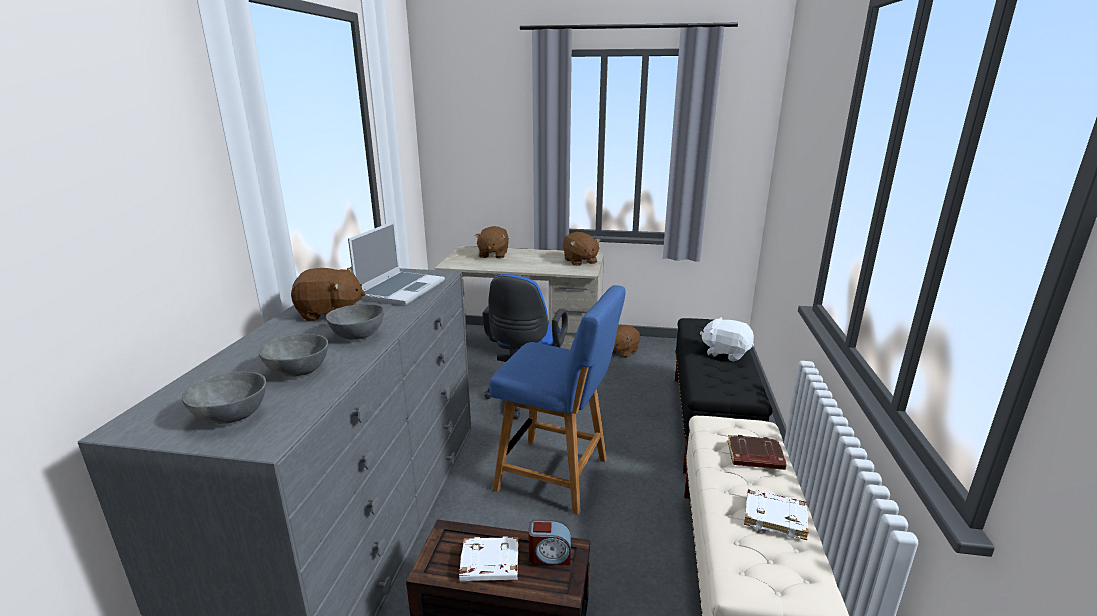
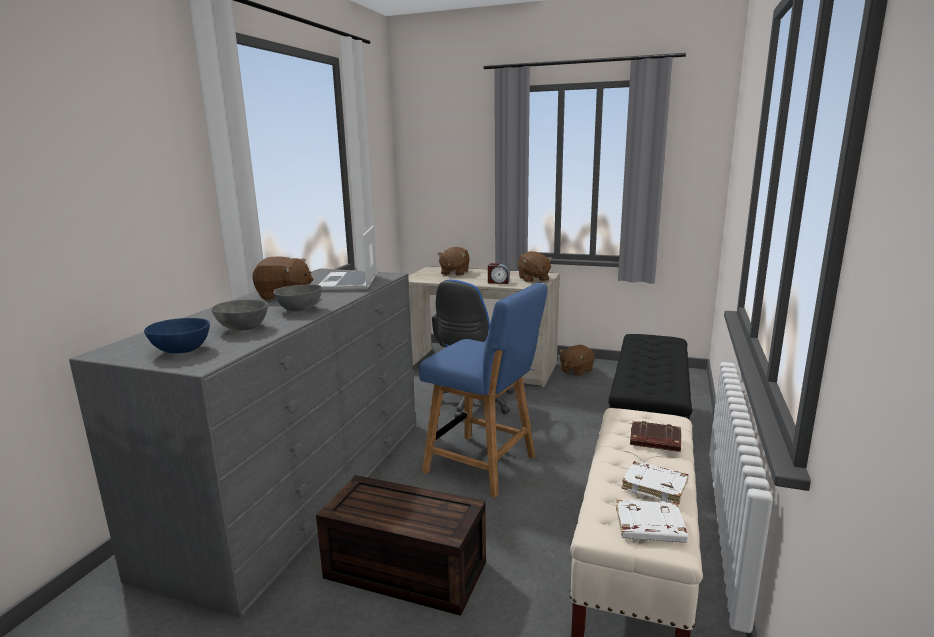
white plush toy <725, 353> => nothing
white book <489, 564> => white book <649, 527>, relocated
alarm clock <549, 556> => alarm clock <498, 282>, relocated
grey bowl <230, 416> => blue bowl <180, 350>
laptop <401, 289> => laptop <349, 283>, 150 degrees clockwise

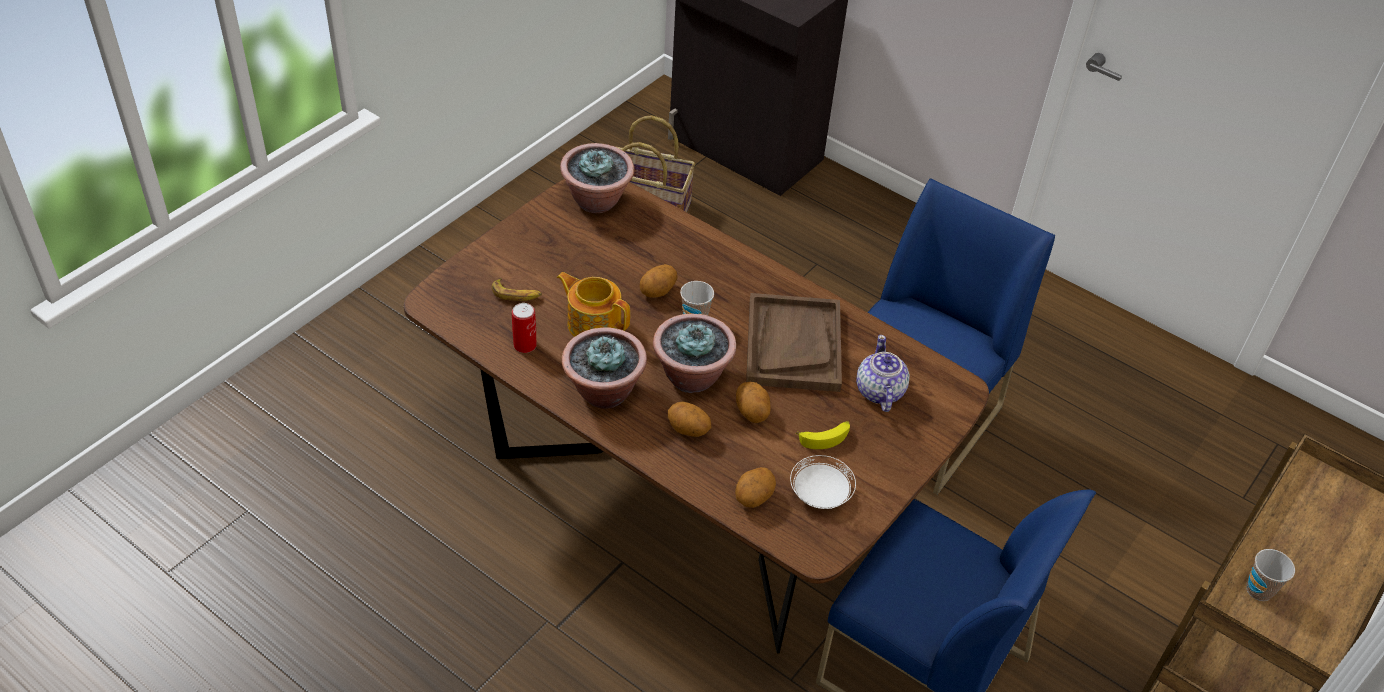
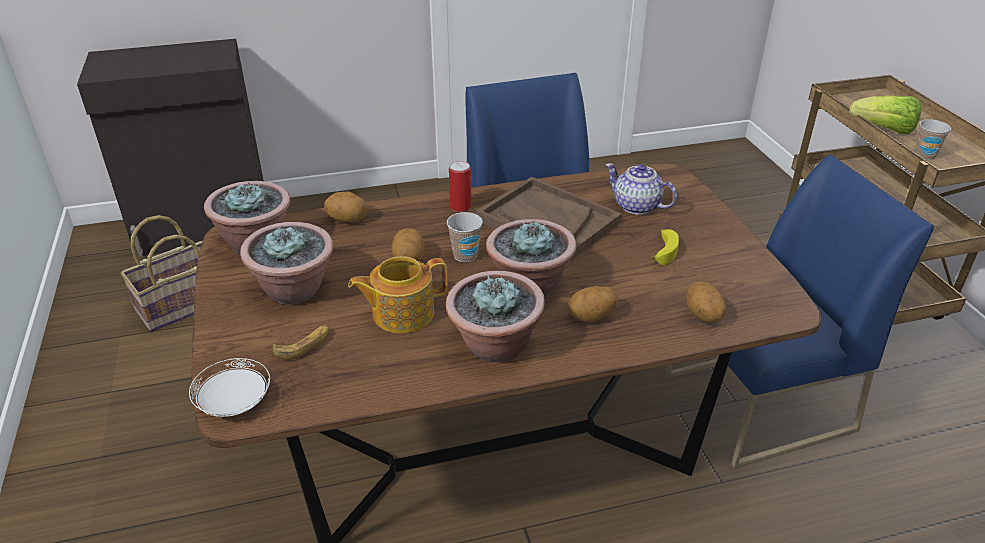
nothing => potted plant <295, 290>
nothing => lettuce <883, 130>
can <525, 345> => can <460, 206>, relocated
potato <752, 412> => potato <348, 219>, relocated
white plate <820, 494> => white plate <234, 403>, relocated

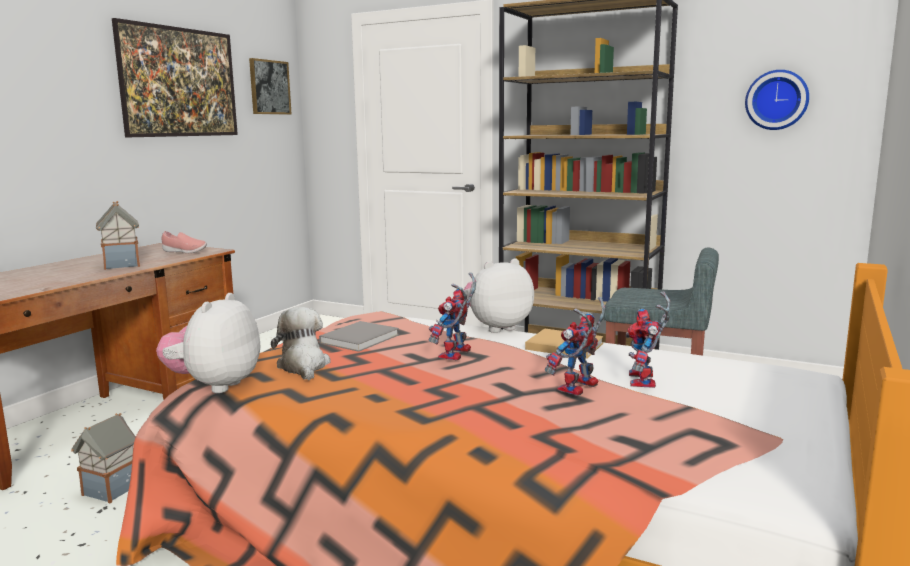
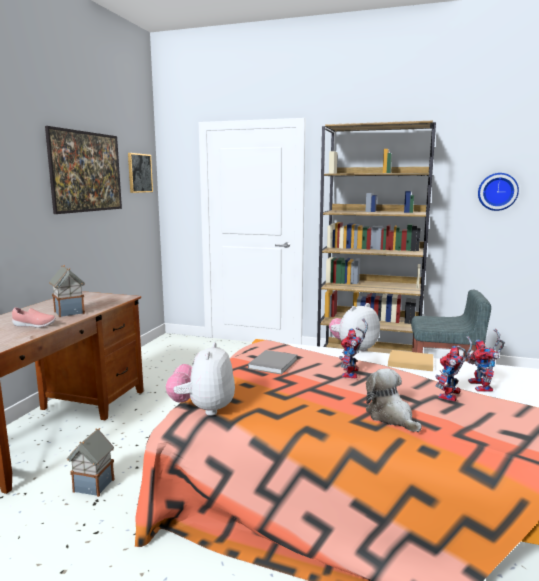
pink shoe <184, 252> => pink shoe <34, 325>, relocated
plush toy <303, 366> => plush toy <391, 417>, relocated

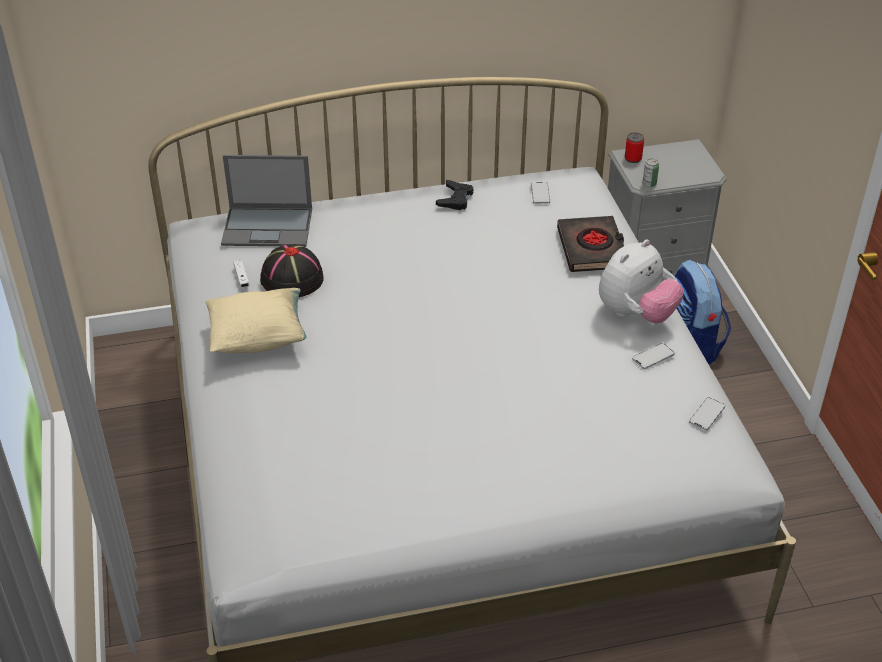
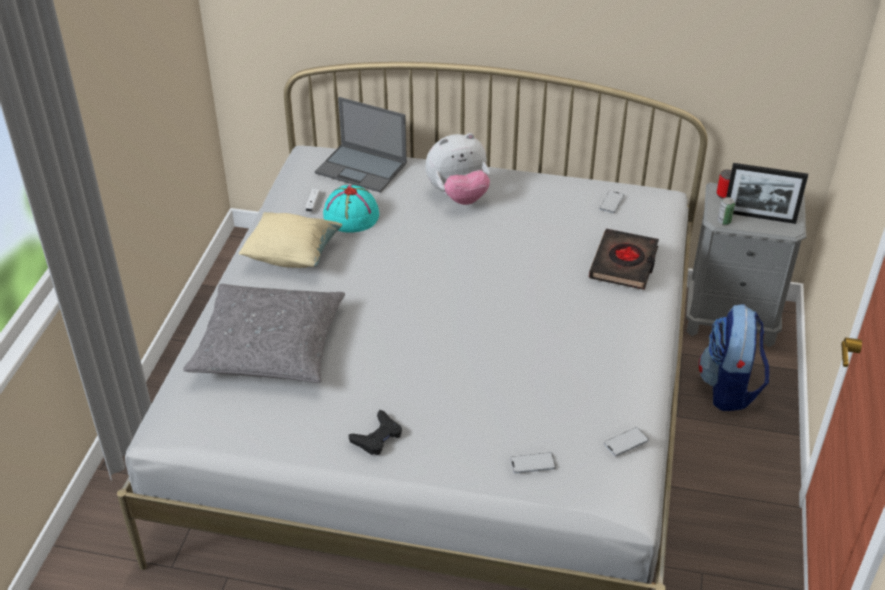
nothing => grey pillow <269, 346>
nothing => picture frame <759, 217>
black game controller <455, 199> => black game controller <377, 437>, relocated
plush toy <636, 314> => plush toy <459, 196>, relocated
phone <653, 357> => phone <532, 463>, relocated
black hat <291, 279> => turquoise hat <350, 215>

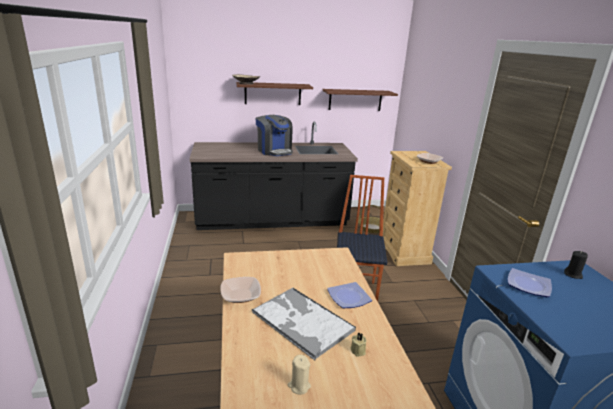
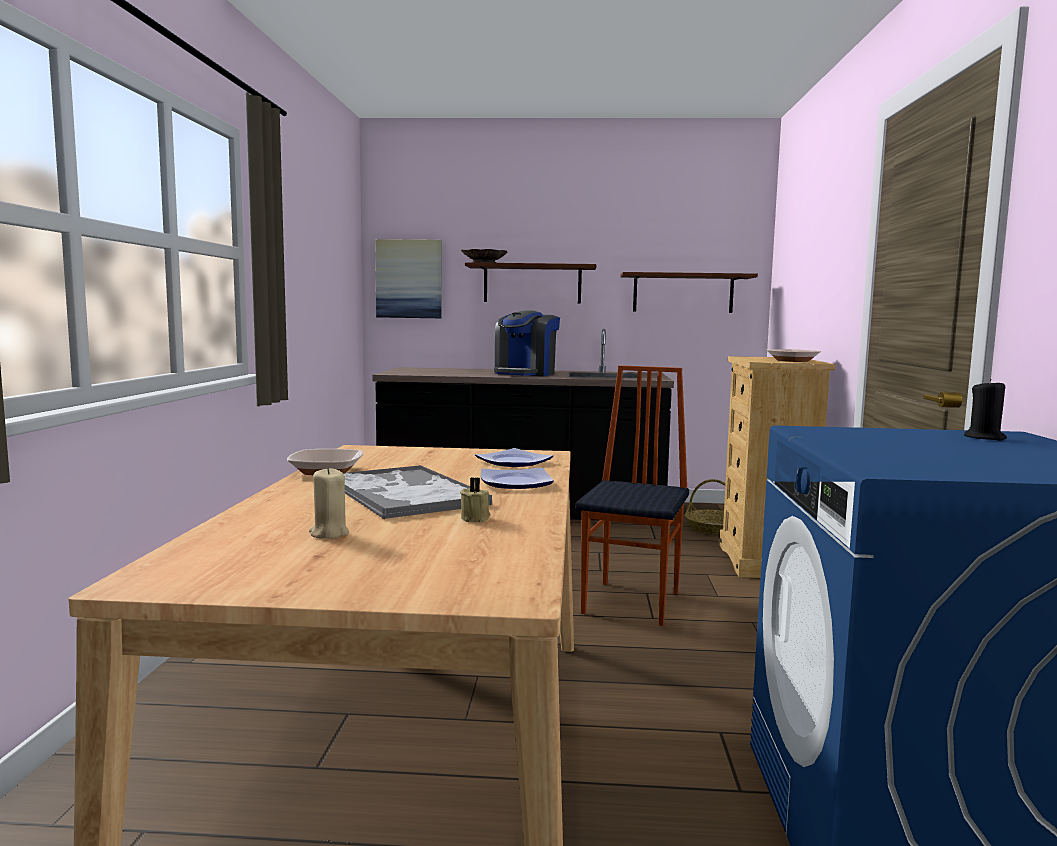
nothing => picture <409, 279>
plate <529, 286> => plate <514, 463>, relocated
coffee machine <274, 151> => coffee machine <525, 374>, 45 degrees clockwise

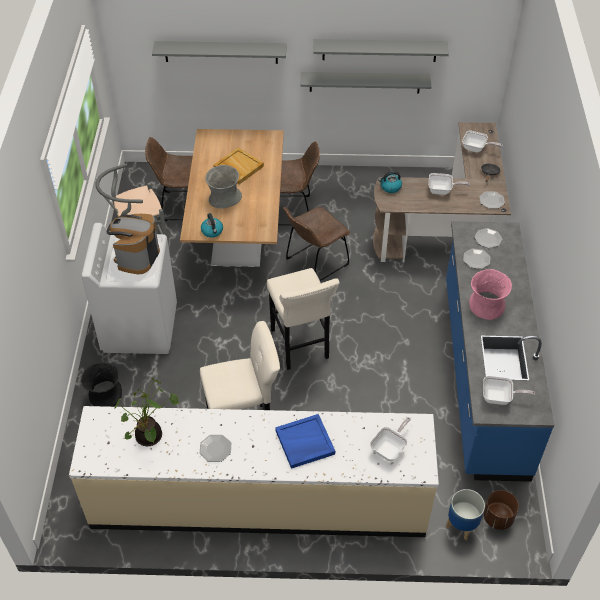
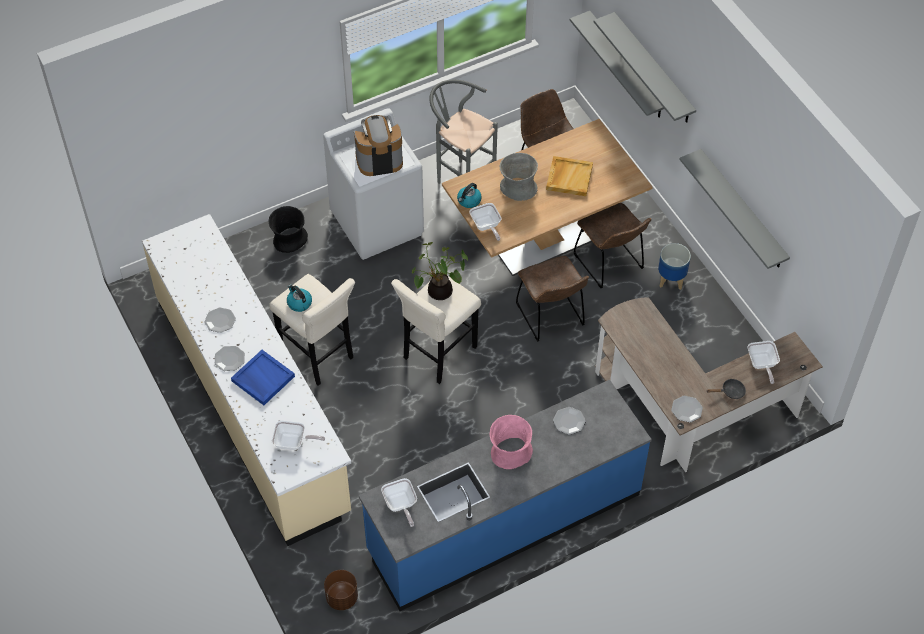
potted plant <150, 438> => potted plant <439, 293>, relocated
grey shelf <379, 50> => grey shelf <627, 66>, relocated
kettle <390, 187> => kettle <299, 303>, relocated
frying pan <442, 190> => frying pan <486, 226>, relocated
planter <462, 525> => planter <671, 280>, relocated
plate <488, 239> => plate <229, 359>, relocated
brown chair <314, 263> => brown chair <551, 317>, 135 degrees counterclockwise

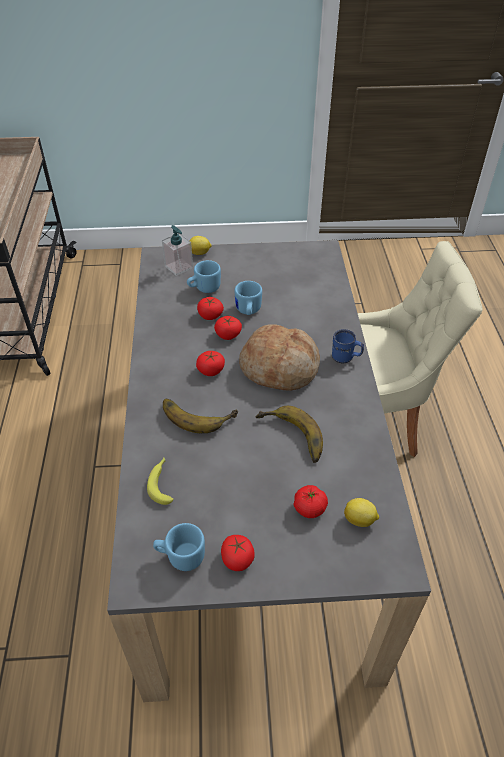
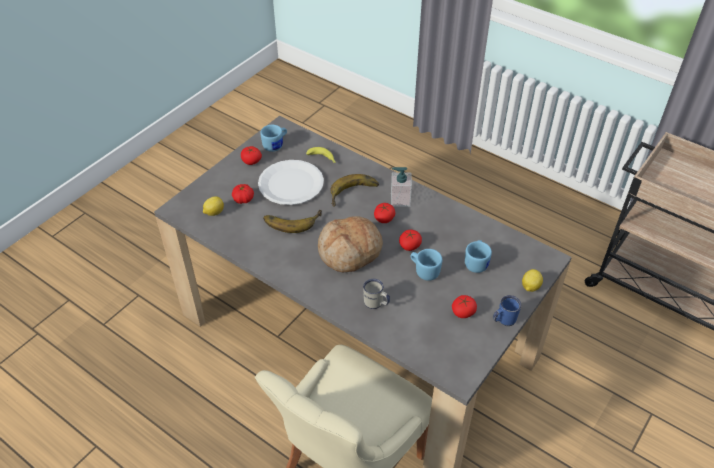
nothing => white plate <291, 184>
nothing => white mug <376, 304>
soap dispenser <179, 267> => soap dispenser <400, 200>, relocated
tomato <210, 315> => tomato <463, 312>, relocated
blue mug <346, 358> => blue mug <503, 320>, relocated

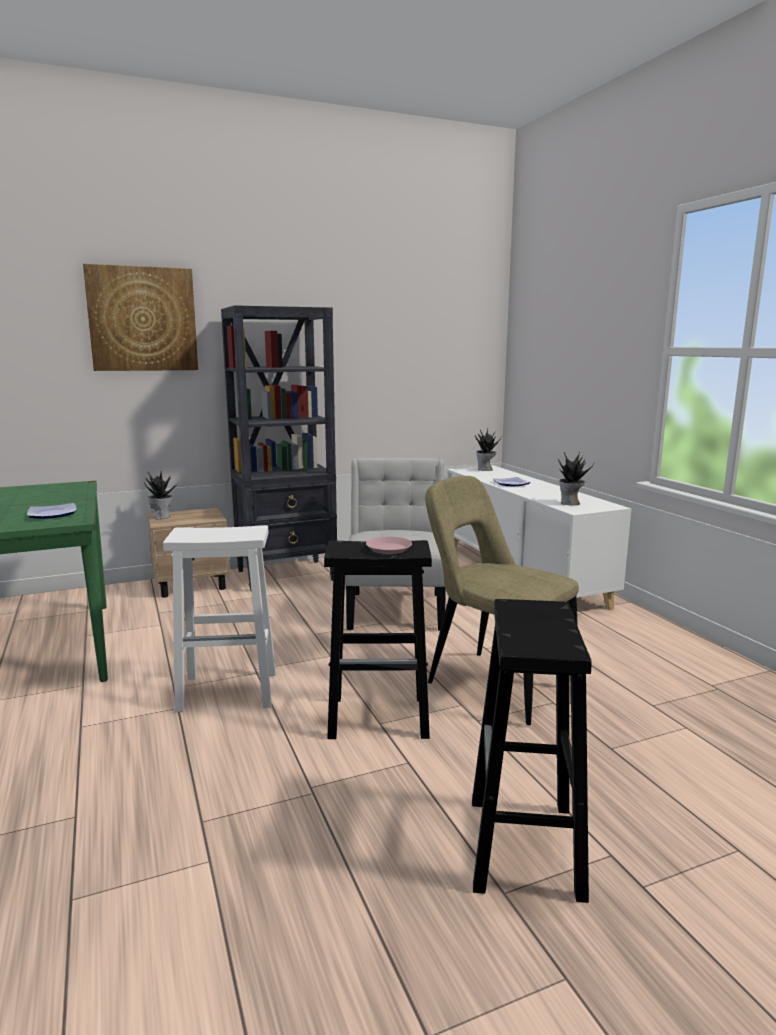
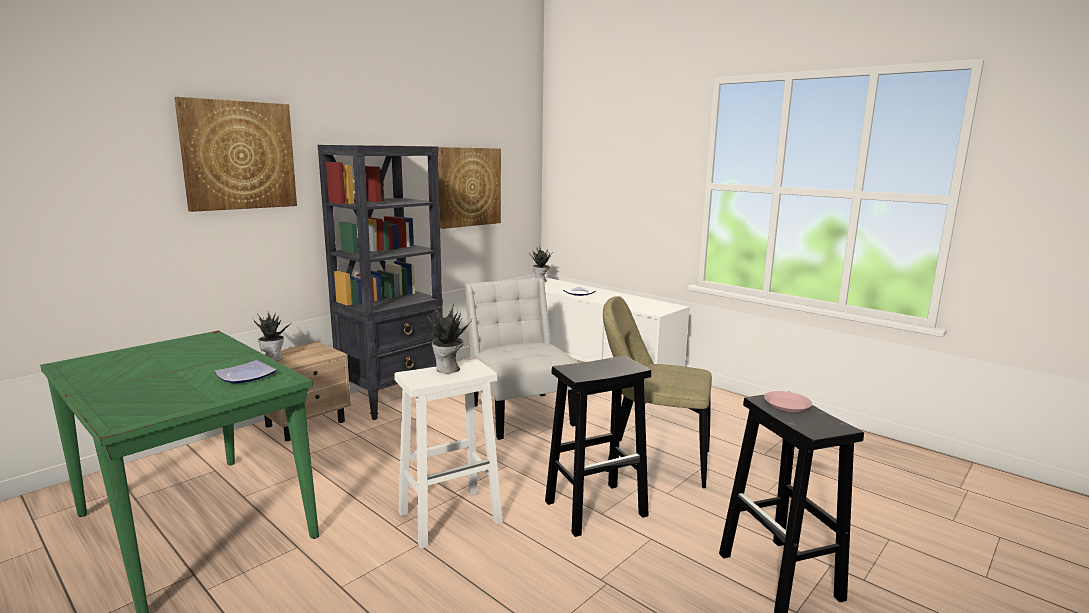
nothing => picture <469, 187>
pink plate <388, 549> => pink plate <787, 405>, relocated
potted plant <570, 503> => potted plant <448, 369>, relocated

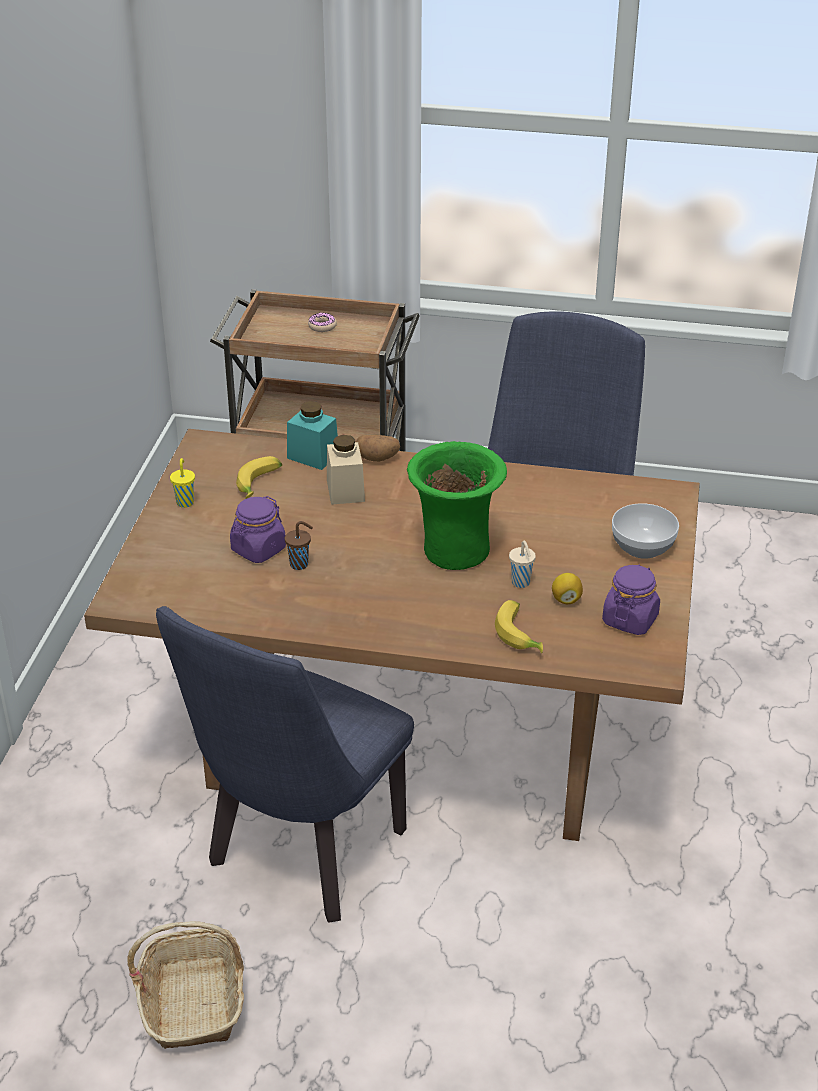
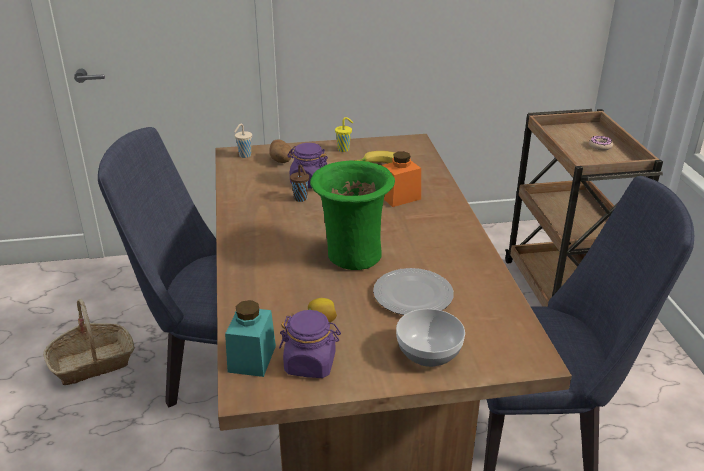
banana <521, 634> => nothing
nothing => plate <412, 295>
turquoise jar <313, 456> => turquoise jar <252, 359>, relocated
potato <377, 458> => potato <281, 161>, relocated
beige cup <521, 583> => beige cup <244, 155>, relocated
beige jar <345, 491> => orange jar <400, 197>

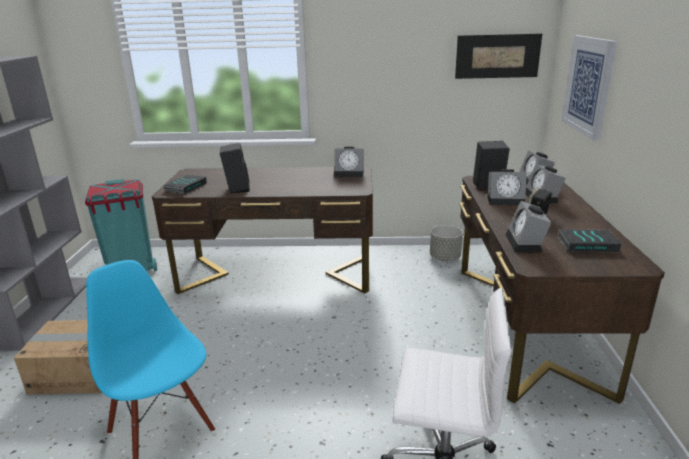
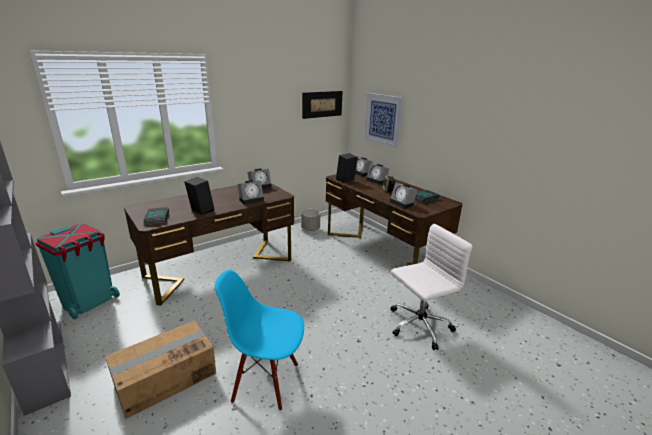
alarm clock <506, 200> => alarm clock <252, 200>, relocated

